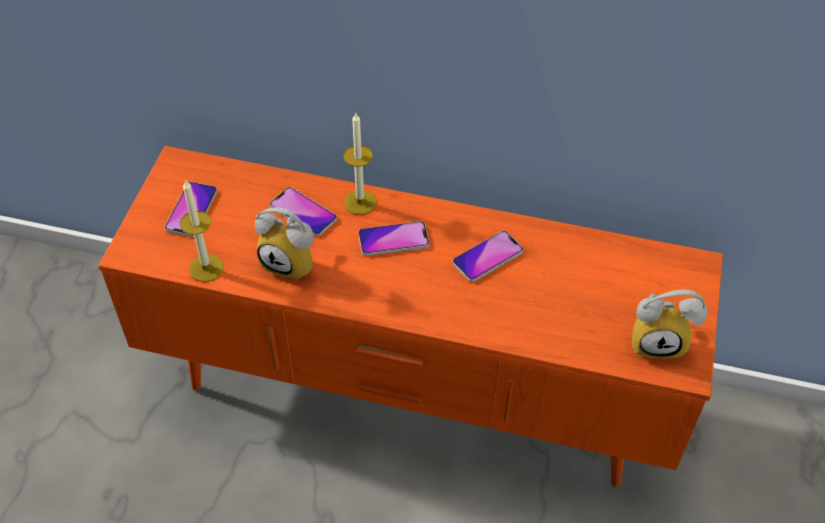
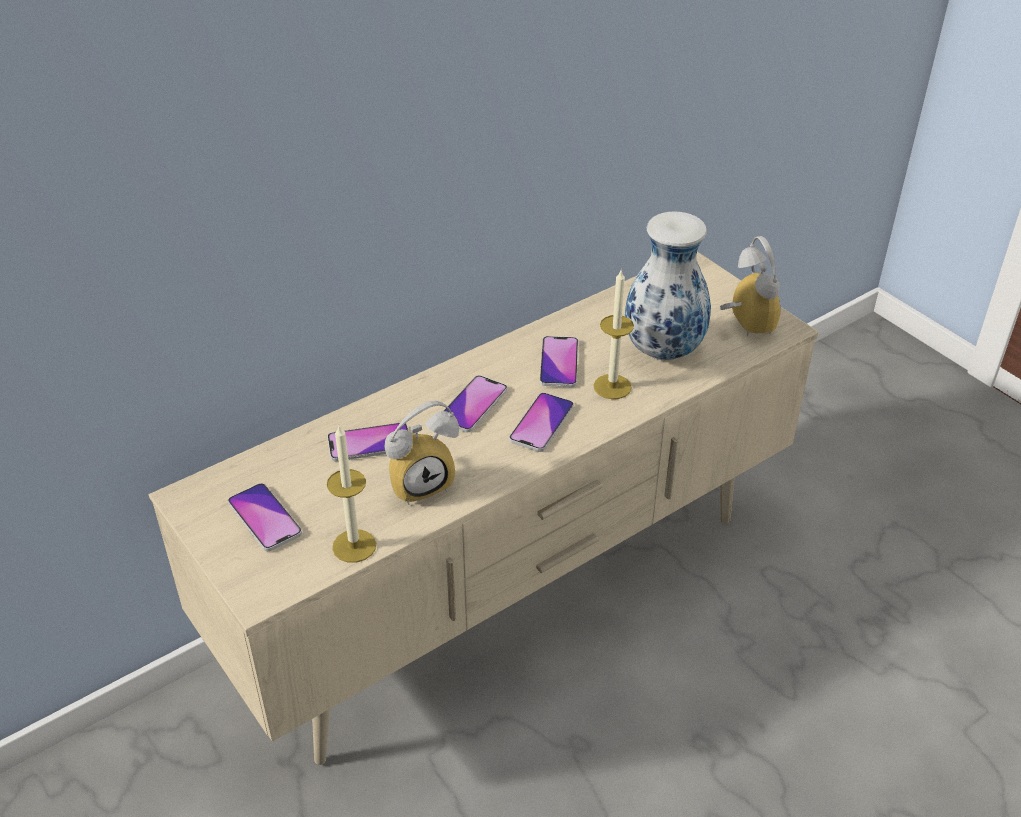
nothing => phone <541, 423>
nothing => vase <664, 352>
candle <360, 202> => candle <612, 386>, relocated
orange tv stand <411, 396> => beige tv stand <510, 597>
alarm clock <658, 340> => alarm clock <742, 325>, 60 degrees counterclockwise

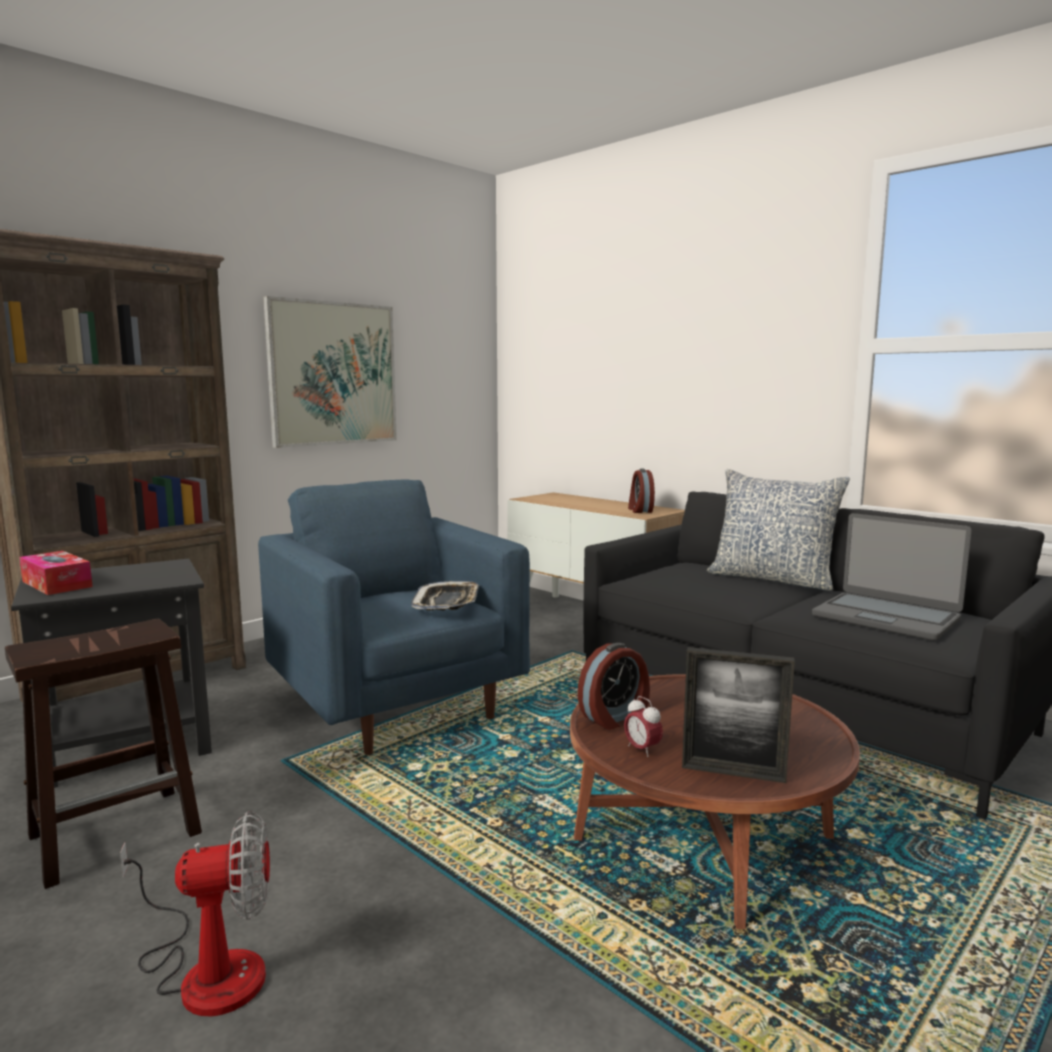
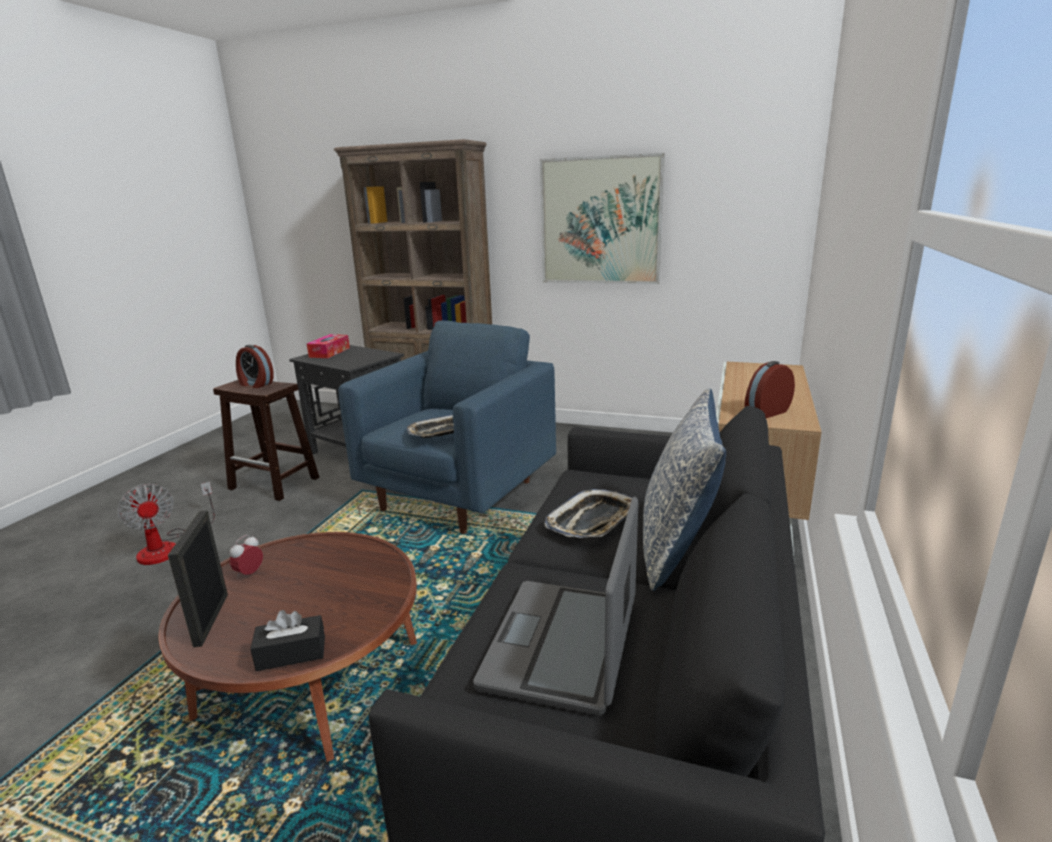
nothing => black tissue box <291, 653>
nothing => tray <592, 521>
alarm clock <615, 717> => alarm clock <255, 384>, relocated

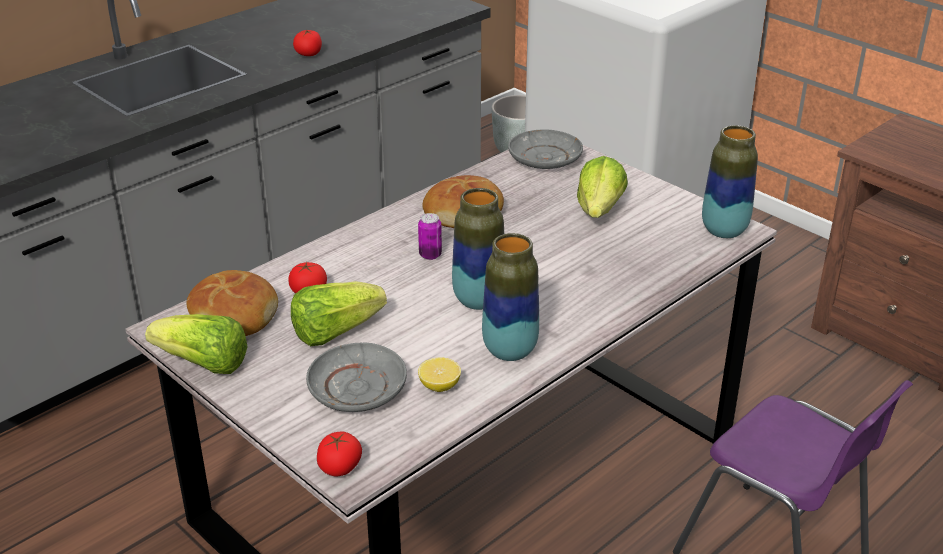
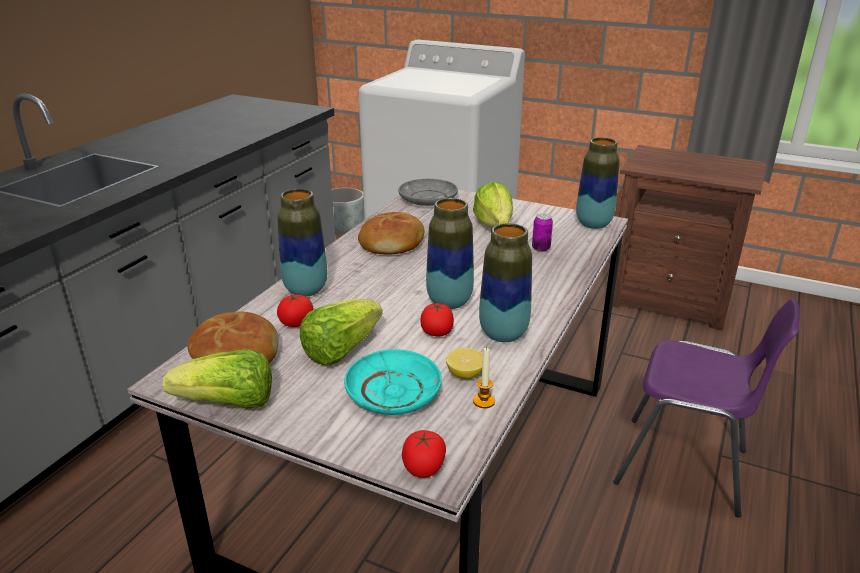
nothing => vase <306, 290>
nothing => candle <484, 401>
tomato <308, 54> => tomato <436, 332>, relocated
can <430, 255> => can <541, 248>, relocated
grey plate <358, 389> => turquoise plate <394, 393>

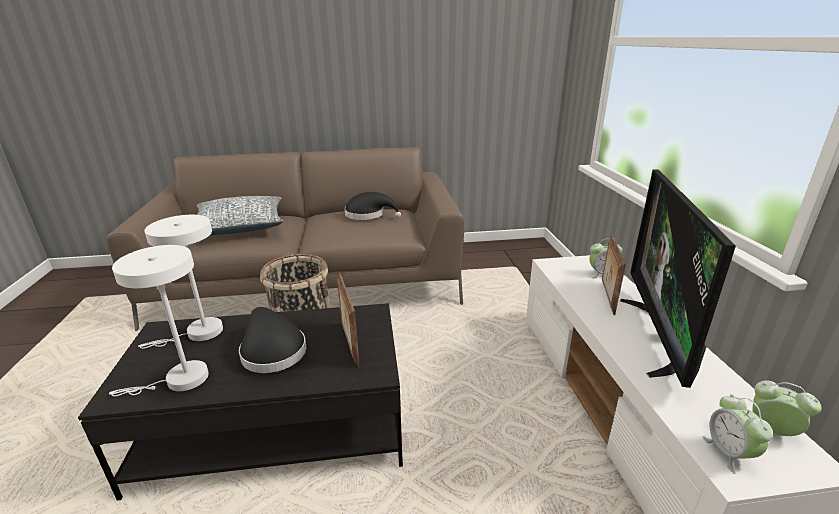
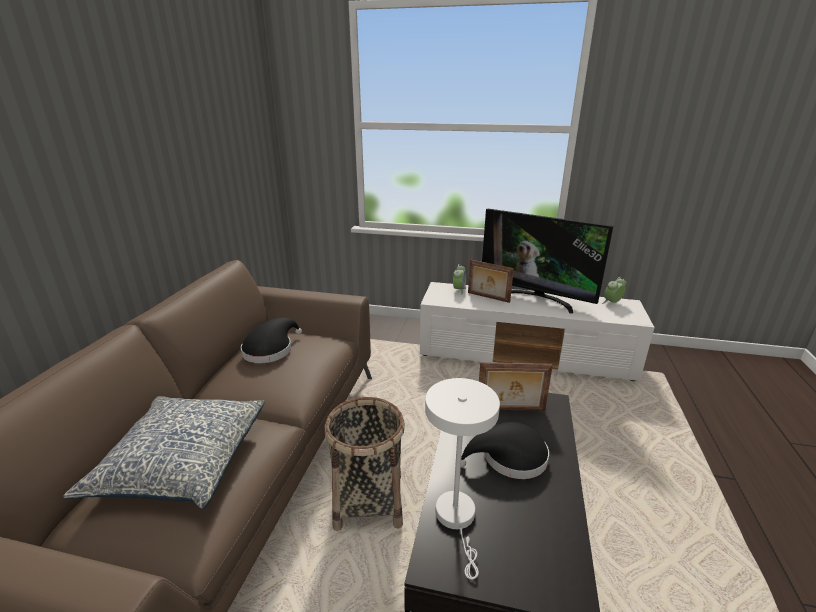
white table lamp <180, 380> => nothing
alarm clock <729, 453> => nothing

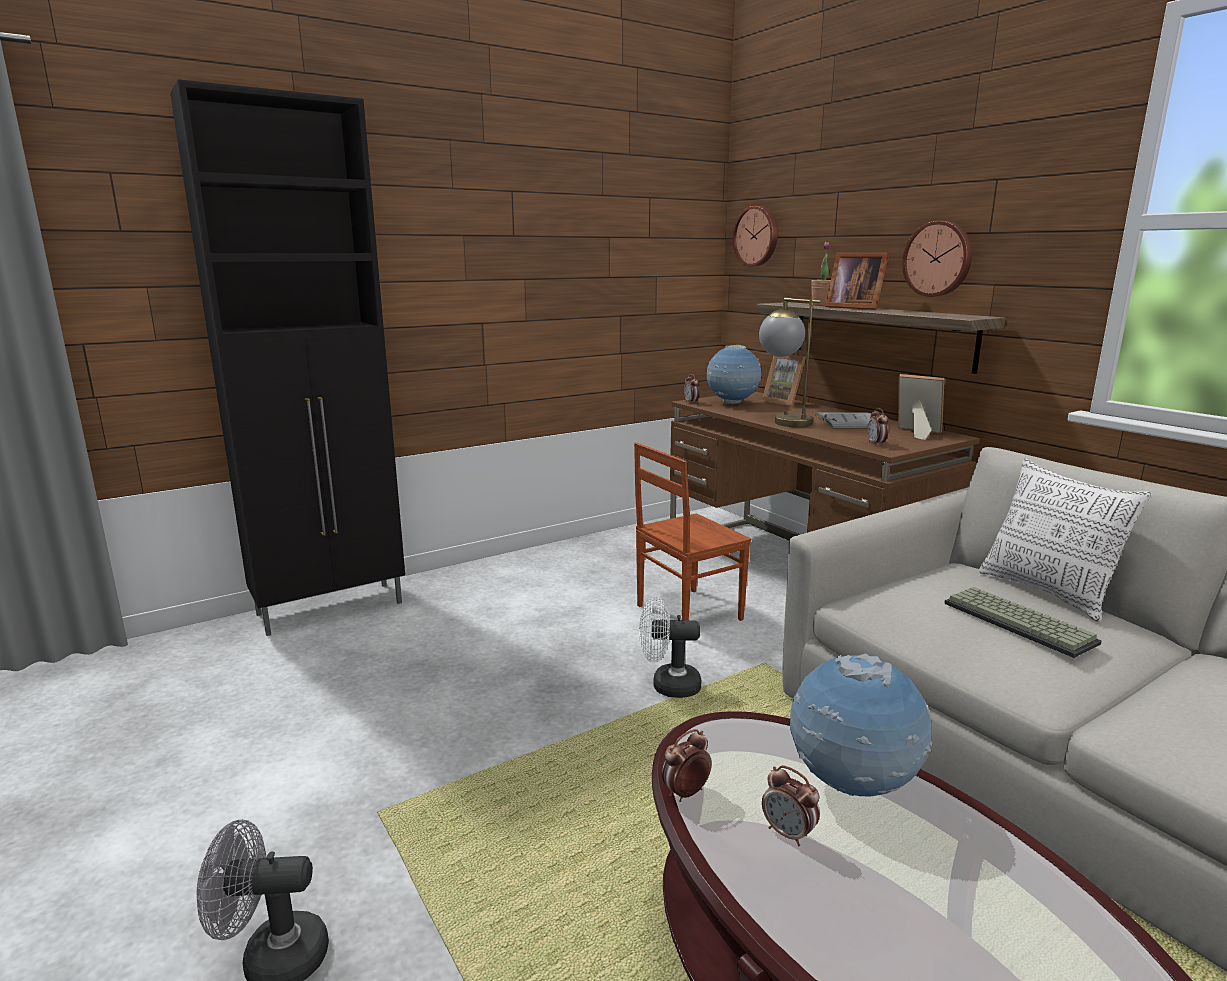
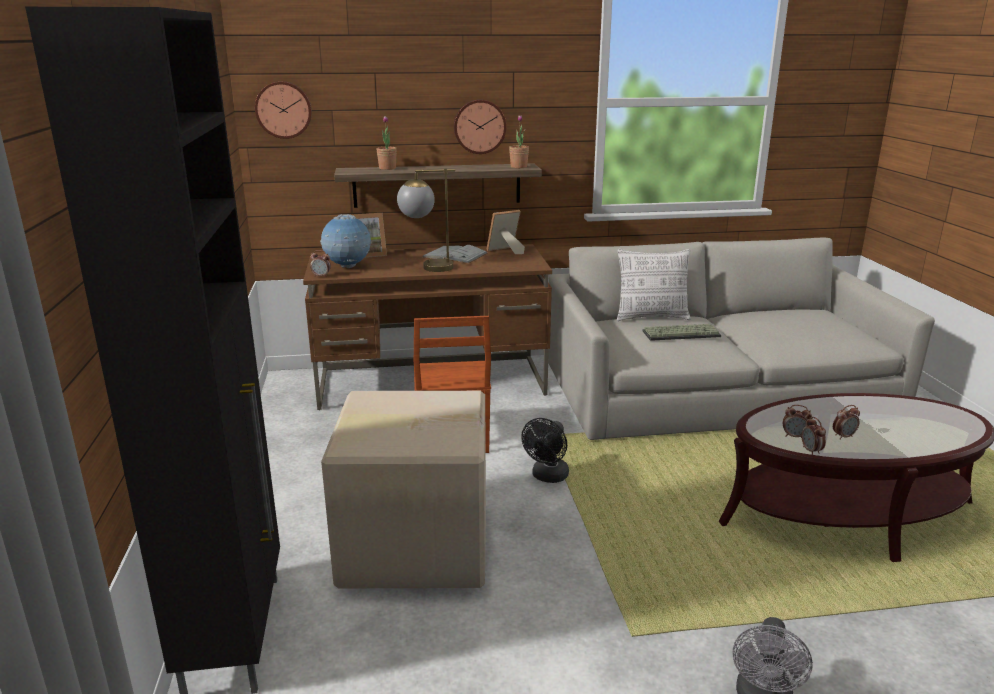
globe <852, 787> => nothing
picture frame <853, 308> => nothing
nothing => cardboard box <413, 543>
nothing => potted plant <518, 167>
alarm clock <876, 444> => alarm clock <794, 436>, relocated
white fan <668, 686> => black fan <547, 477>

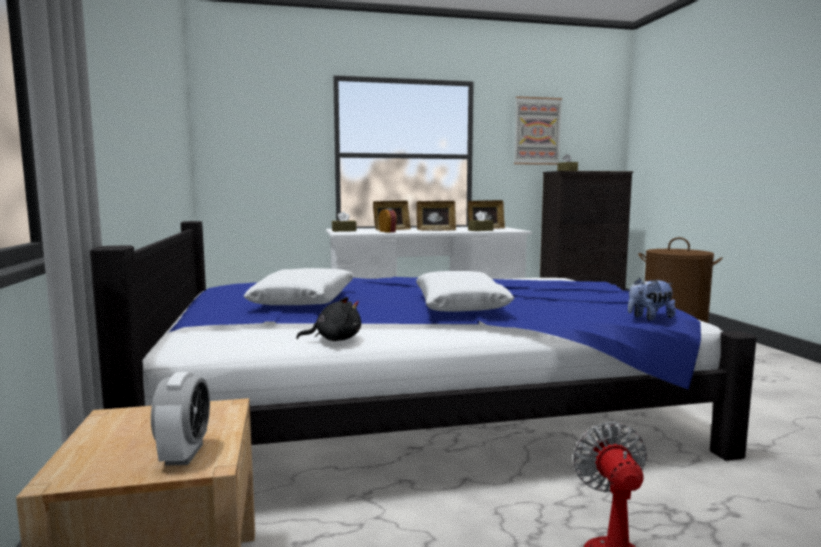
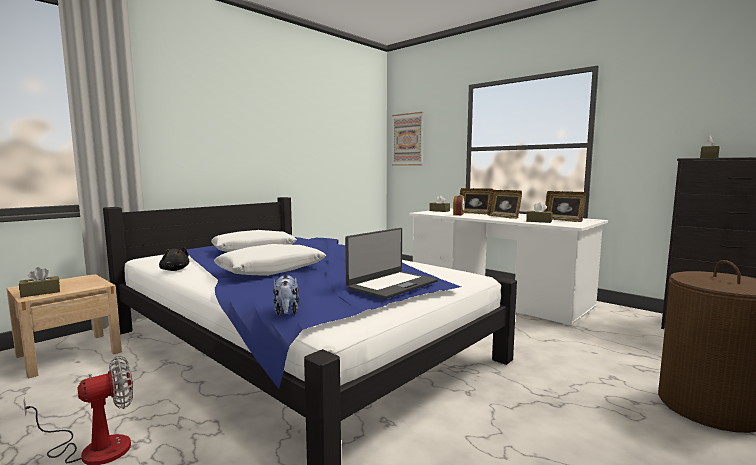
nothing => laptop <392, 285>
picture <537, 131> => picture <407, 139>, relocated
alarm clock <184, 454> => brown tissue box <40, 292>
plush toy <649, 318> => plush toy <286, 312>, 135 degrees counterclockwise

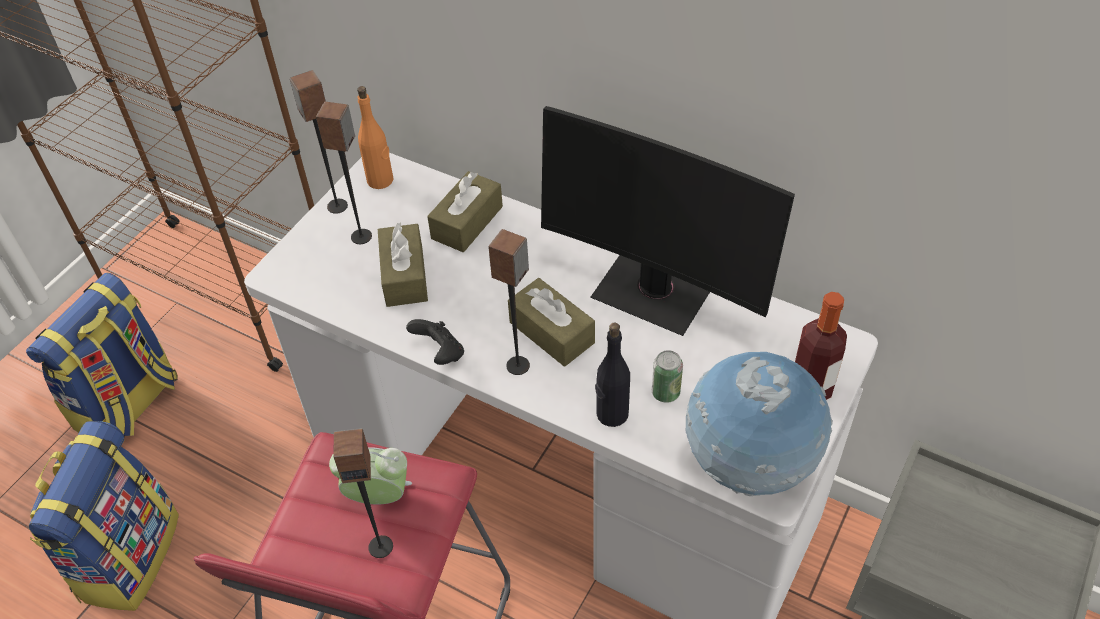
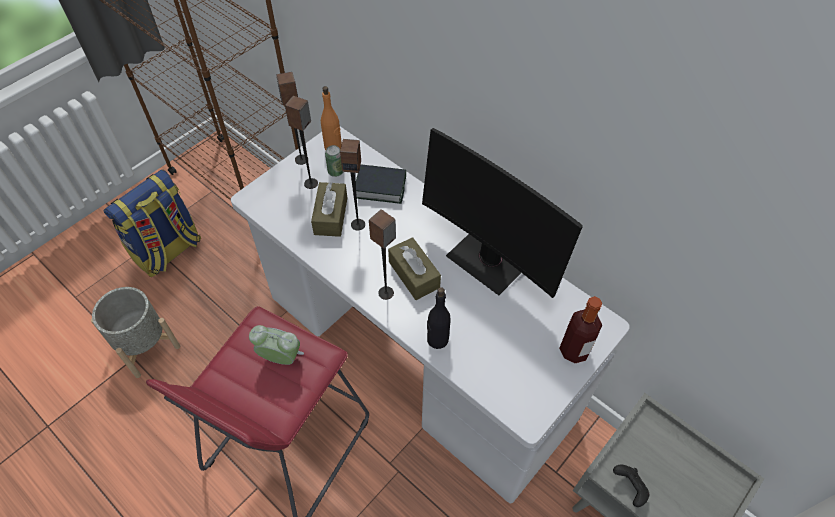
globe <748, 465> => nothing
speaker <380, 546> => speaker <358, 224>, relocated
black game controller <440, 353> => black game controller <629, 488>, relocated
can <665, 392> => can <335, 171>, relocated
backpack <128, 556> => grey planter <145, 346>
brown tissue box <467, 222> => book <380, 187>

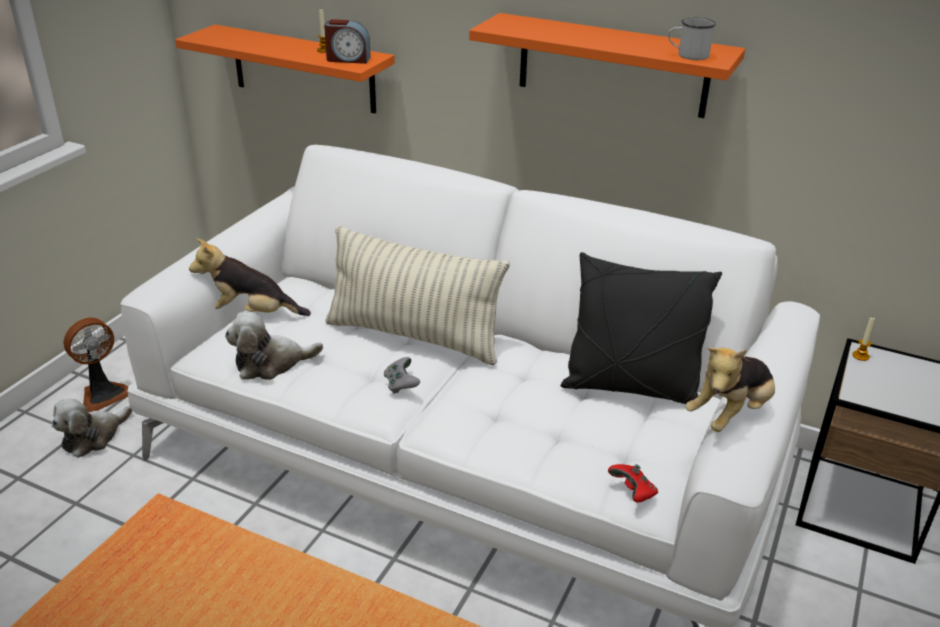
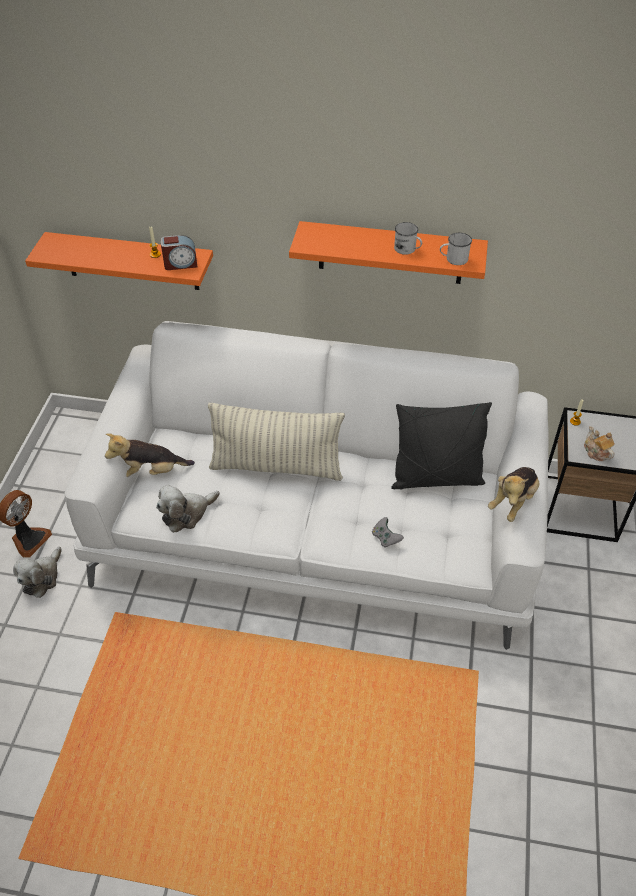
red game controller <633, 492> => nothing
nothing => white mug <407, 250>
nothing => teapot <596, 452>
grey game controller <401, 384> => grey game controller <385, 538>, relocated

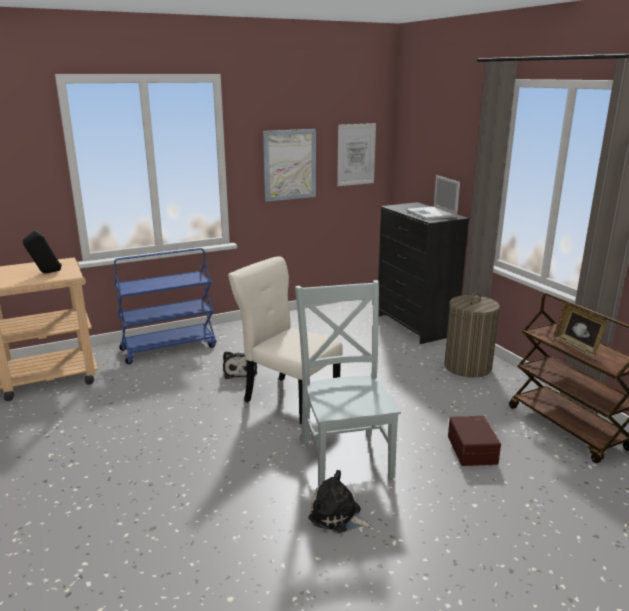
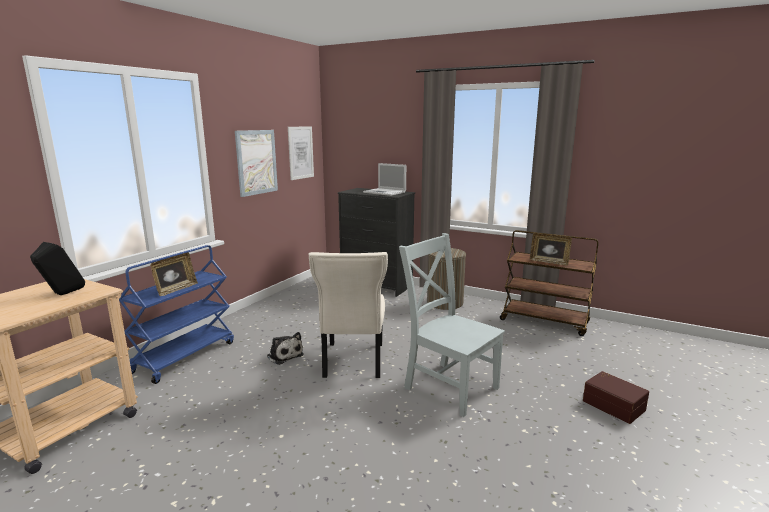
plush toy <338, 516> => nothing
nothing => picture frame <176, 289>
brown storage box <473, 449> => brown storage box <614, 405>, relocated
beige chair <288, 398> => beige chair <353, 362>, 90 degrees counterclockwise

